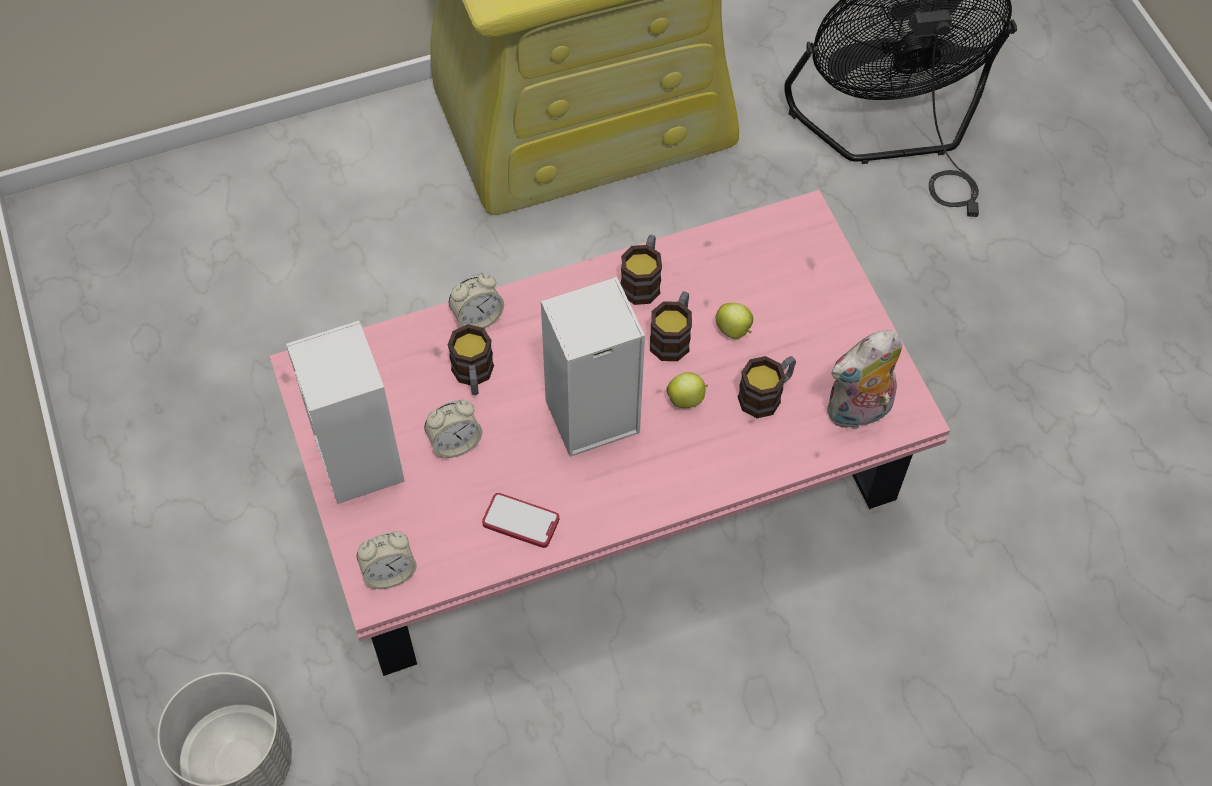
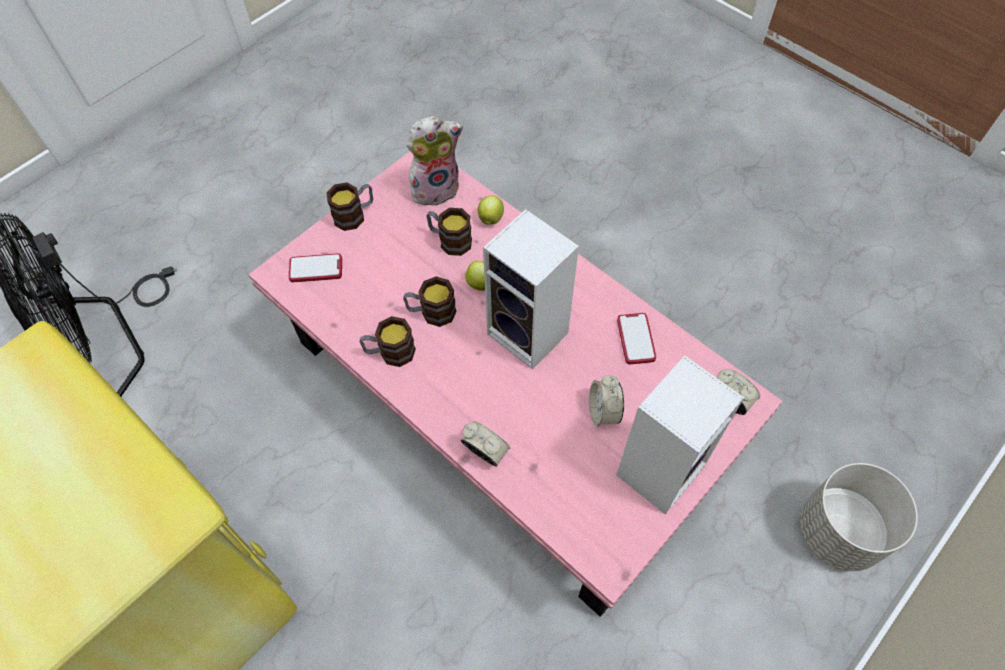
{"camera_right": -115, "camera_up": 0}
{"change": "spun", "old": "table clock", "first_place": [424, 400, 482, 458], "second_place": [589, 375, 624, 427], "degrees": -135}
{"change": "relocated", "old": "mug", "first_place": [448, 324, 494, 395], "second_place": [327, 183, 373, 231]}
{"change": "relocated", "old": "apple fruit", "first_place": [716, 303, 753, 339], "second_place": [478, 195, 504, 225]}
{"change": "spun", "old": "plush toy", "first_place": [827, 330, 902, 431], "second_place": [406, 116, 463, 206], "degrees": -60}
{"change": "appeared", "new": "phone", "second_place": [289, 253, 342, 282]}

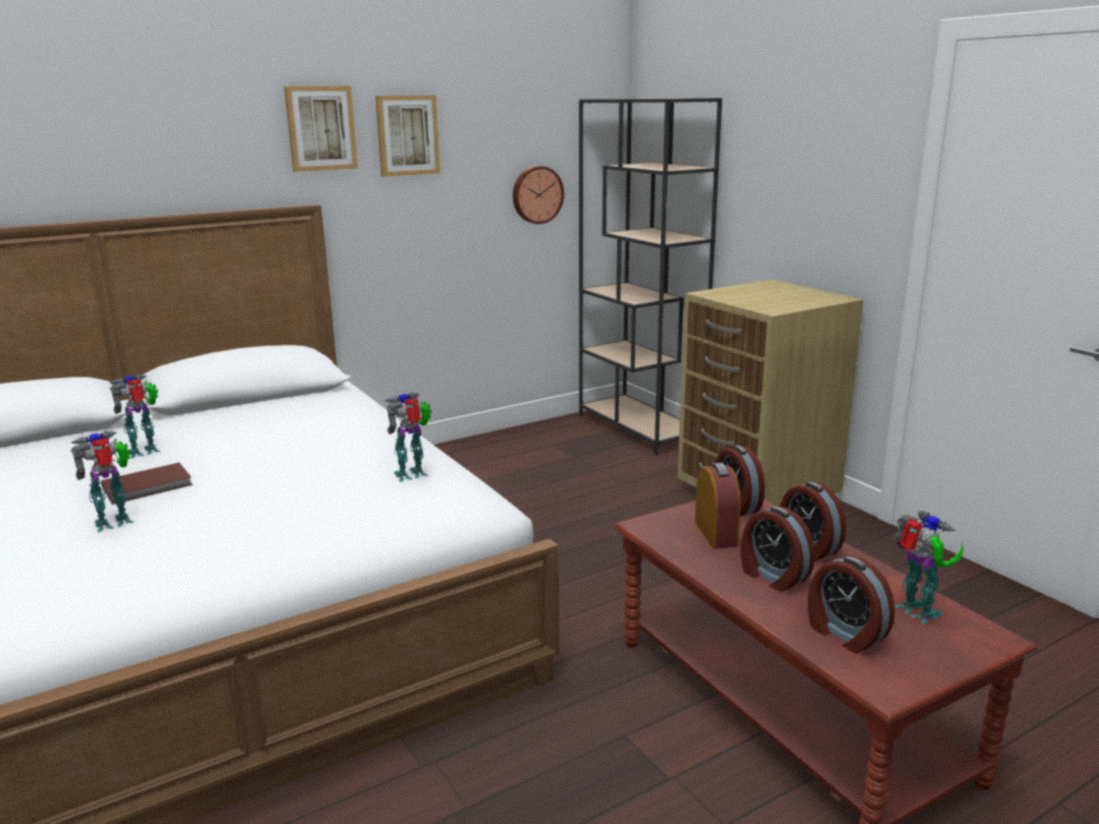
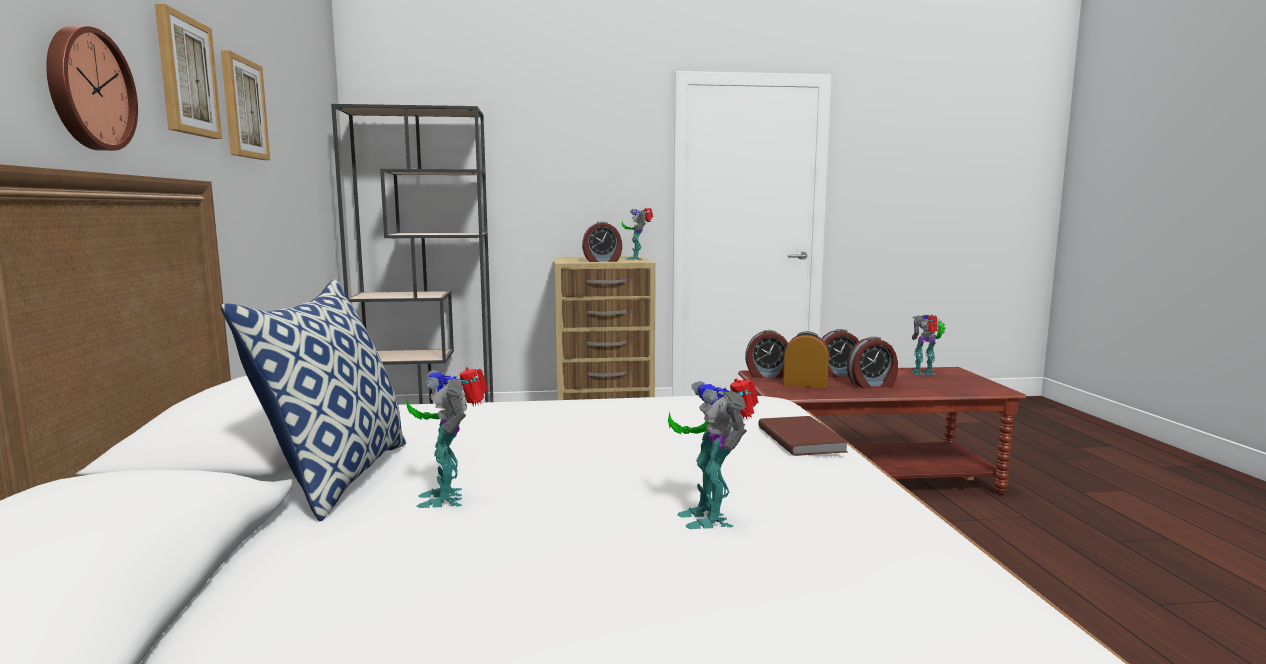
{"camera_right": -65, "camera_up": -10}
{"change": "relocated", "old": "bound book (brown)", "first_place": [101, 463, 193, 505], "second_place": [758, 416, 848, 456]}
{"change": "relocated", "old": "robot figure", "first_place": [385, 392, 432, 482], "second_place": [622, 208, 653, 260]}
{"change": "relocated", "old": "wall clock", "first_place": [513, 166, 564, 224], "second_place": [46, 26, 138, 151]}
{"change": "relocated", "old": "table clock", "first_place": [808, 555, 895, 653], "second_place": [582, 221, 622, 262]}
{"change": "appeared", "new": "pillow", "second_place": [221, 279, 406, 521]}

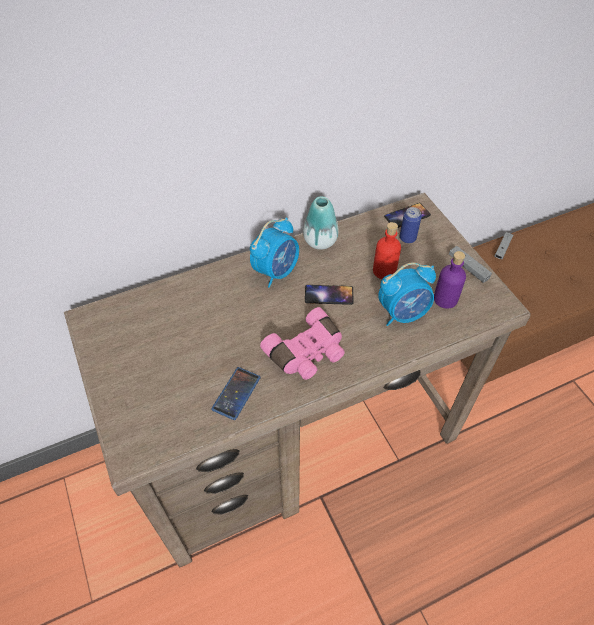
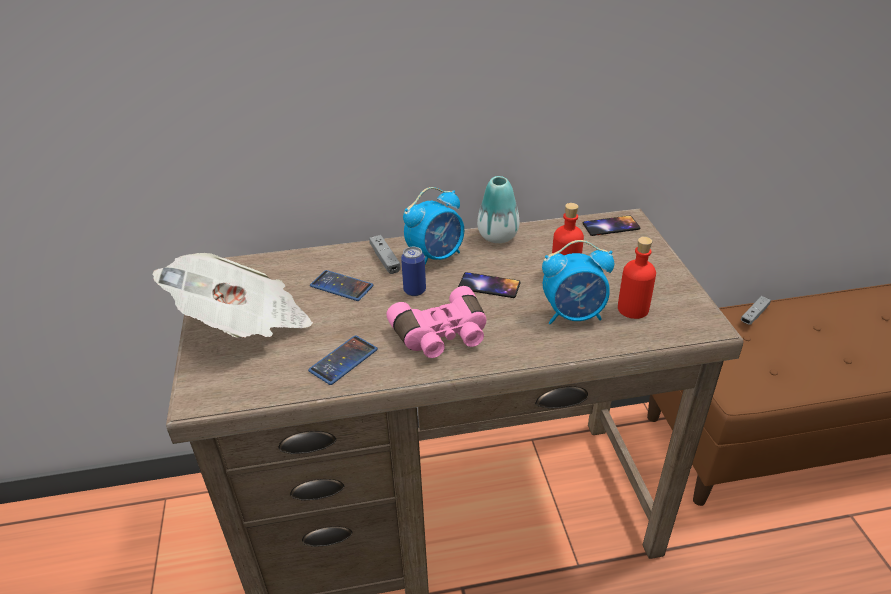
{"camera_right": 15, "camera_up": -15}
{"change": "relocated", "old": "metal can", "first_place": [400, 207, 422, 243], "second_place": [401, 247, 426, 296]}
{"change": "colour", "old": "drink bottle (purple)", "new": "drink bottle (red-coloured)", "first_place": [434, 251, 466, 309], "second_place": [618, 237, 656, 319]}
{"change": "relocated", "old": "joypad (greyish)", "first_place": [449, 246, 492, 283], "second_place": [369, 235, 400, 274]}
{"change": "appeared", "new": "printed paper", "second_place": [153, 253, 313, 338]}
{"change": "appeared", "new": "phone", "second_place": [310, 270, 373, 301]}

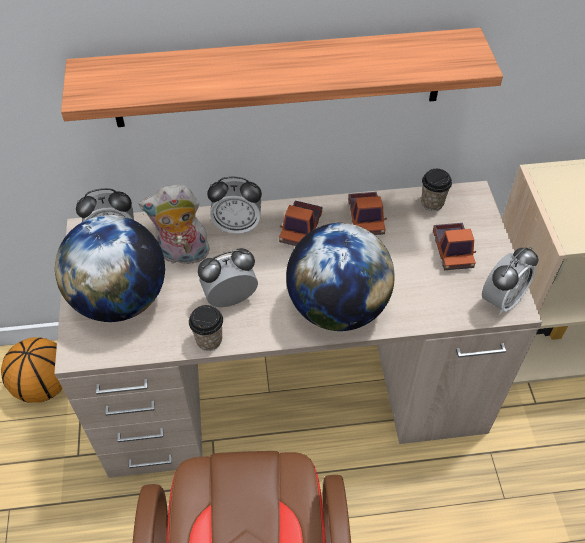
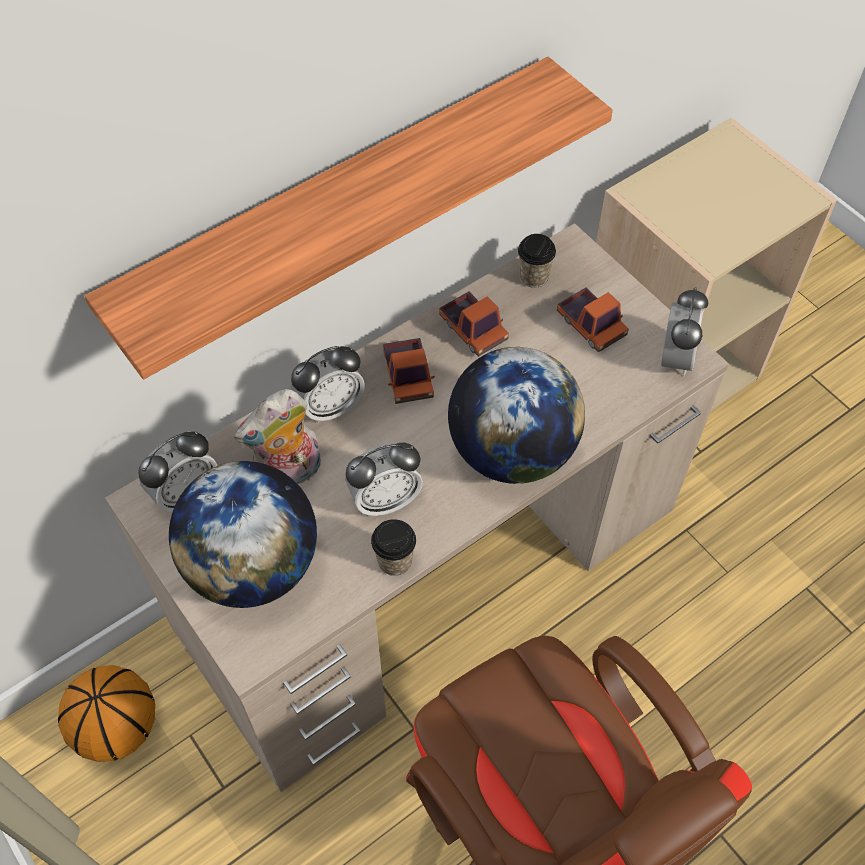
{"camera_right": -30, "camera_up": 5}
{"change": "spun", "old": "table clock", "first_place": [198, 248, 258, 307], "second_place": [345, 442, 423, 517], "degrees": -150}

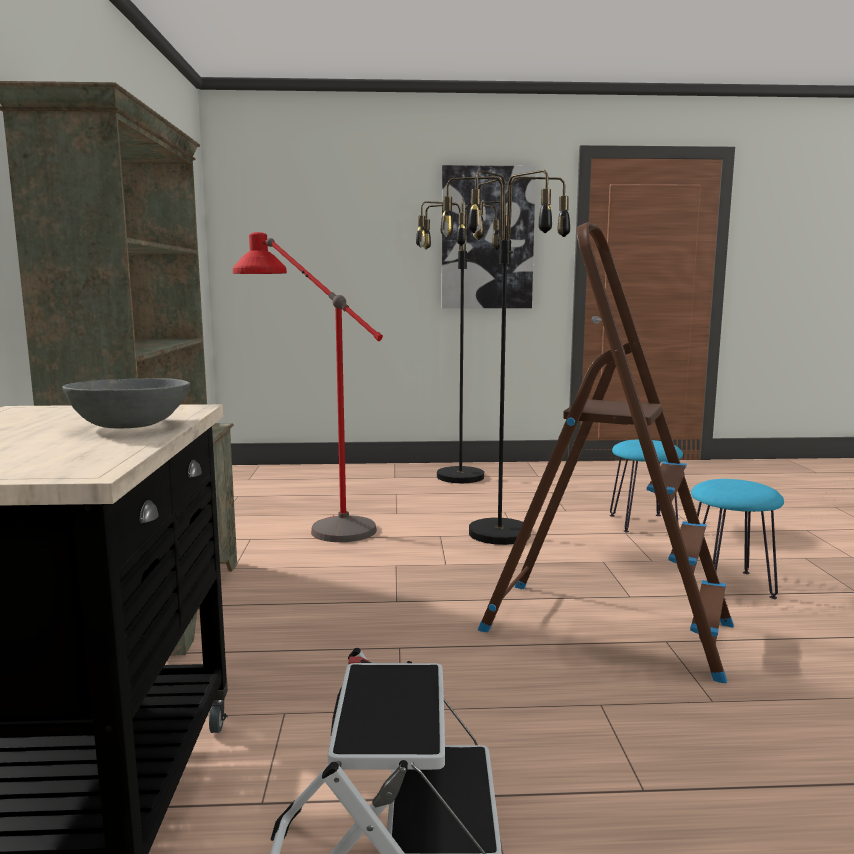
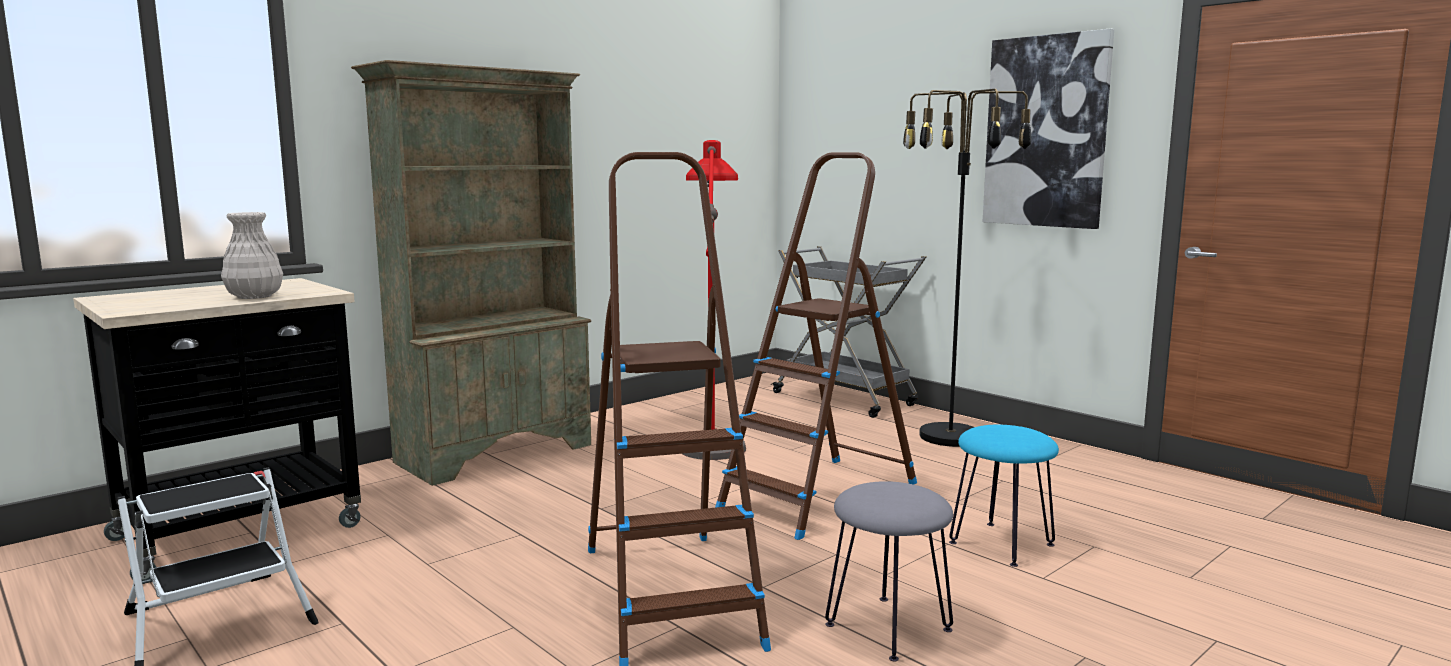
{"camera_right": 50, "camera_up": 0}
{"change": "exchanged", "old": "serving bowl (greyish)", "new": "vase (white-coloured)", "first_place": [62, 378, 190, 429], "second_place": [221, 212, 283, 299]}
{"change": "exchanged", "old": "standard lamp", "new": "step ladder (brown)", "first_place": [441, 170, 570, 545], "second_place": [715, 152, 917, 540]}
{"change": "colour", "old": "stool (turquoise)", "new": "stool (greyish)", "first_place": [691, 479, 784, 599], "second_place": [825, 481, 953, 662]}
{"change": "appeared", "new": "trolley (greyish)", "second_place": [770, 246, 927, 418]}

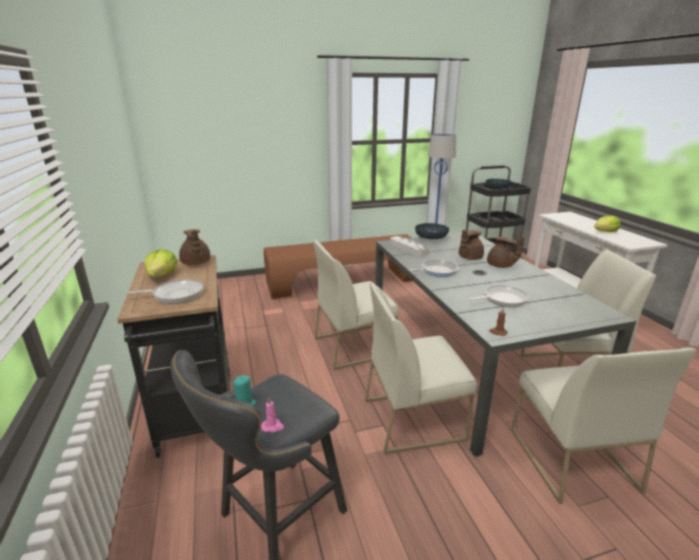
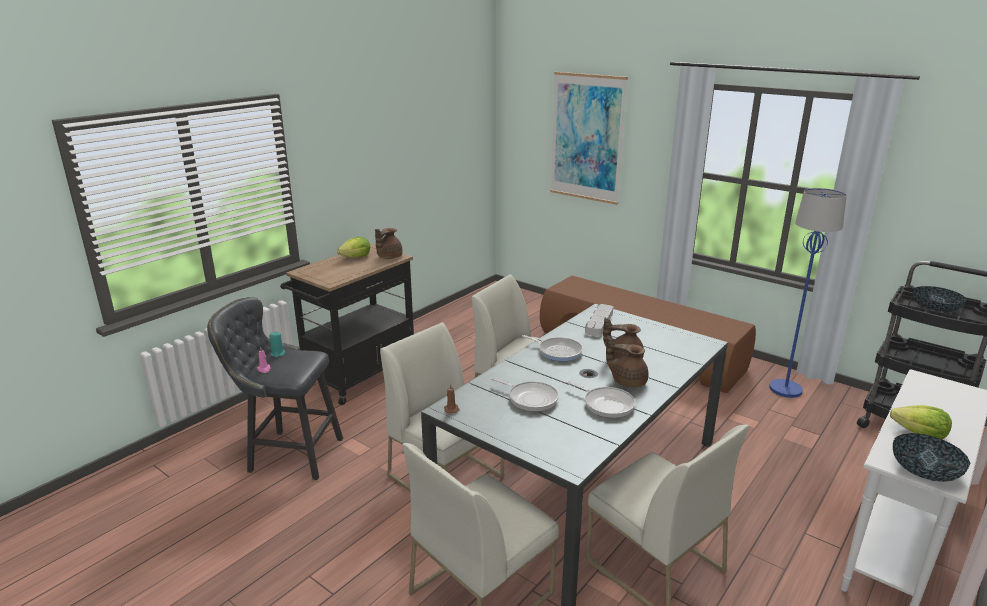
{"camera_right": 55, "camera_up": 0}
{"change": "relocated", "old": "skillet", "first_place": [124, 279, 204, 304], "second_place": [566, 381, 635, 418]}
{"change": "relocated", "old": "serving bowl", "first_place": [415, 223, 449, 239], "second_place": [893, 433, 970, 482]}
{"change": "spun", "old": "tea pot (brown)", "first_place": [487, 237, 525, 268], "second_place": [606, 335, 648, 388], "degrees": 105}
{"change": "appeared", "new": "wall picture", "second_place": [550, 72, 628, 205]}

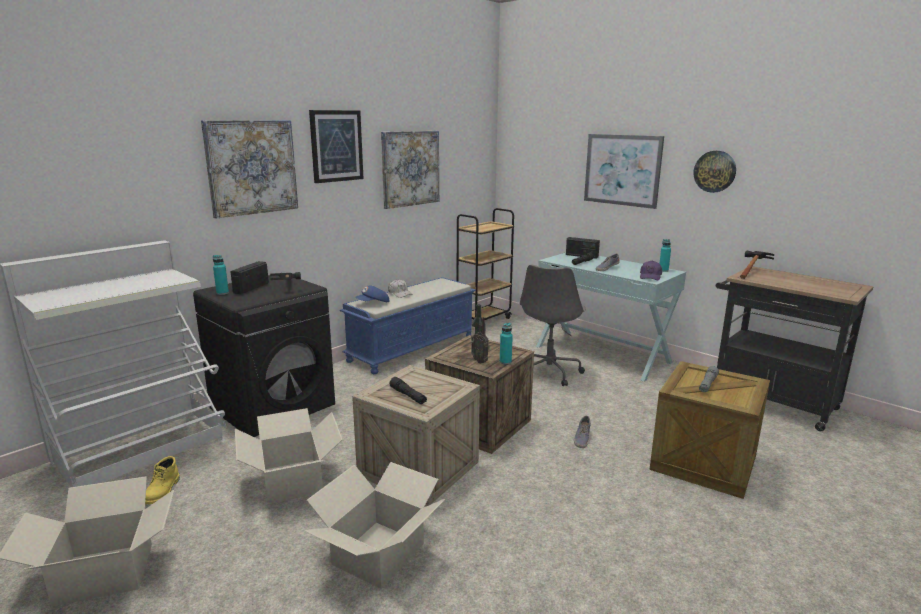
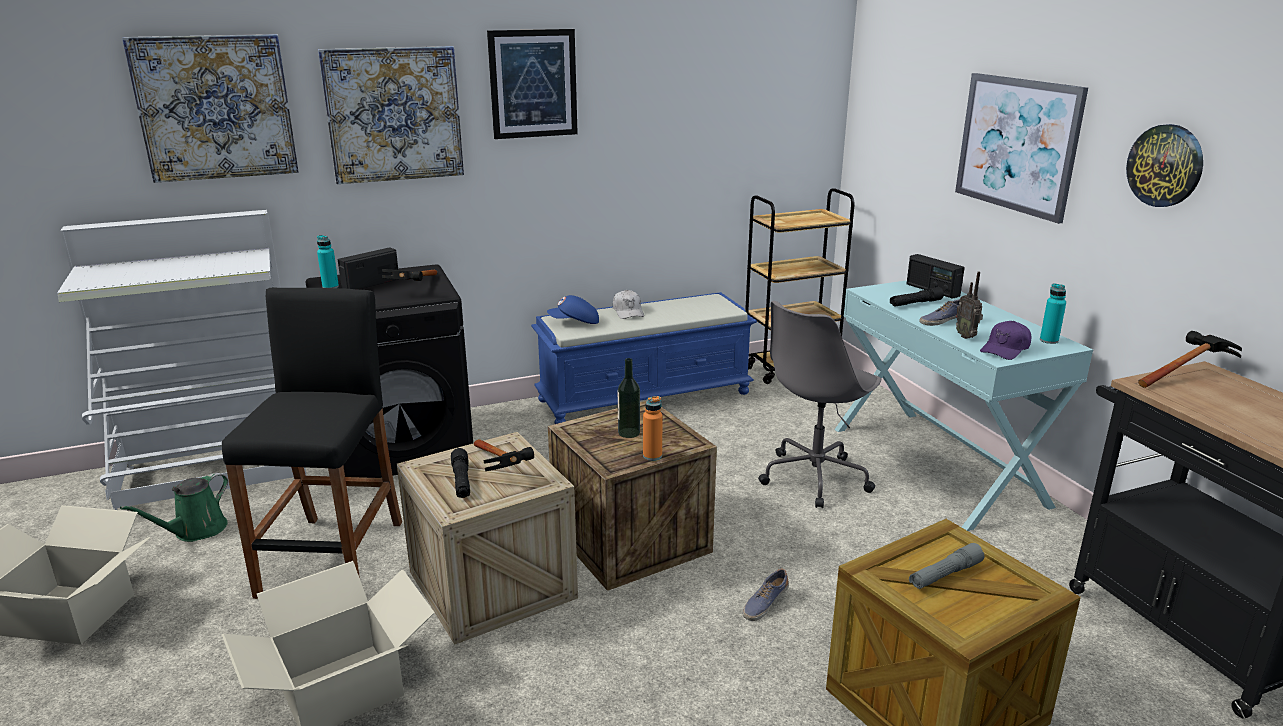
{"camera_right": 25, "camera_up": 5}
{"change": "exchanged", "old": "high-top boot (yellow)", "new": "watering can (green)", "first_place": [145, 456, 180, 505], "second_place": [120, 473, 228, 542]}
{"change": "exchanged", "old": "packing box", "new": "stool (blackish)", "first_place": [235, 408, 343, 504], "second_place": [222, 288, 402, 599]}
{"change": "relocated", "old": "wall picture", "first_place": [381, 131, 439, 209], "second_place": [122, 34, 299, 183]}
{"change": "relocated", "old": "radio", "first_place": [472, 317, 490, 364], "second_place": [956, 272, 983, 339]}
{"change": "colour", "old": "drink bottle (turquoise)", "new": "drink bottle (orange-coloured)", "first_place": [500, 323, 513, 364], "second_place": [643, 396, 663, 461]}
{"change": "appeared", "new": "tool hammer", "second_place": [474, 439, 534, 471]}

